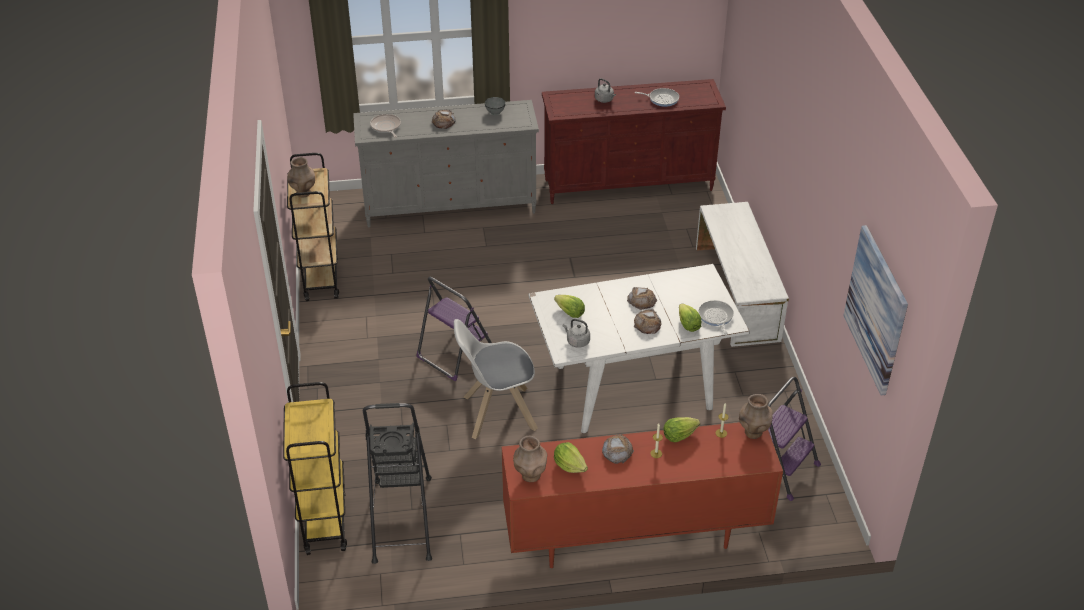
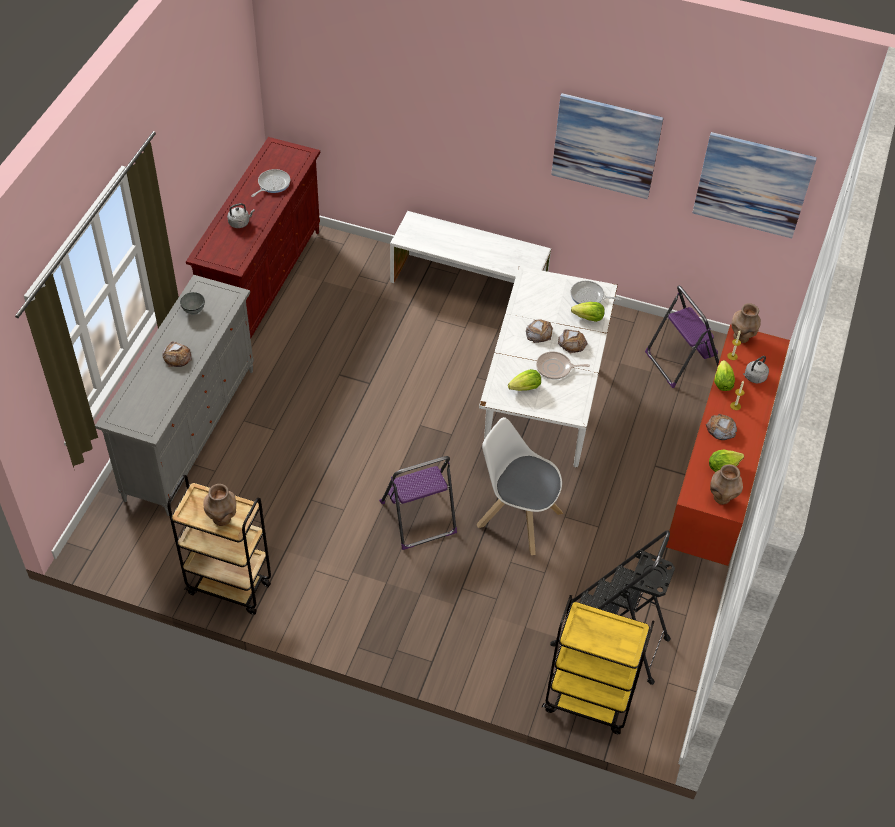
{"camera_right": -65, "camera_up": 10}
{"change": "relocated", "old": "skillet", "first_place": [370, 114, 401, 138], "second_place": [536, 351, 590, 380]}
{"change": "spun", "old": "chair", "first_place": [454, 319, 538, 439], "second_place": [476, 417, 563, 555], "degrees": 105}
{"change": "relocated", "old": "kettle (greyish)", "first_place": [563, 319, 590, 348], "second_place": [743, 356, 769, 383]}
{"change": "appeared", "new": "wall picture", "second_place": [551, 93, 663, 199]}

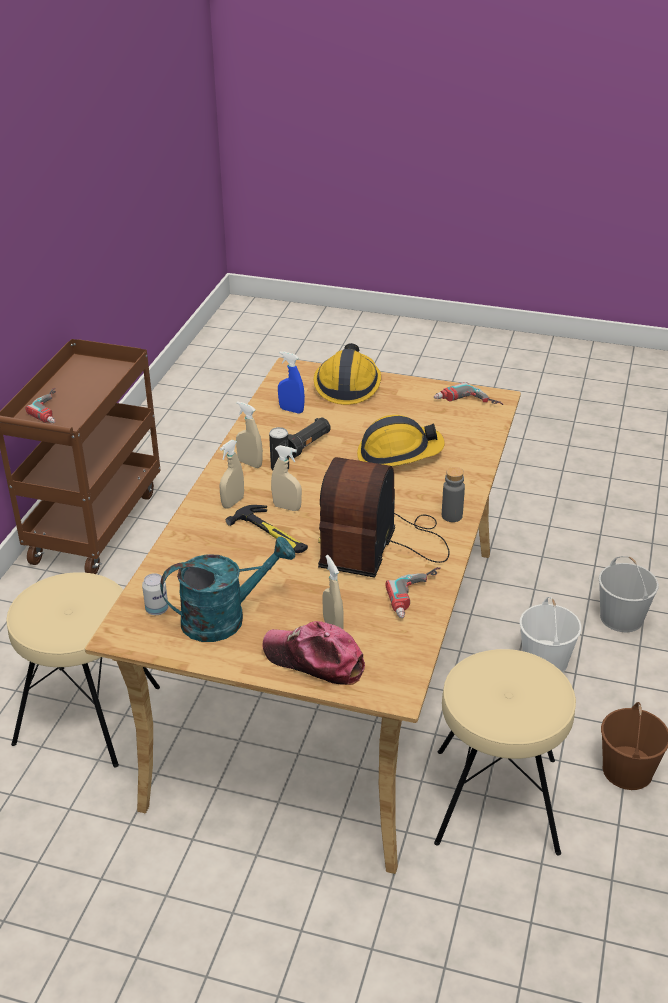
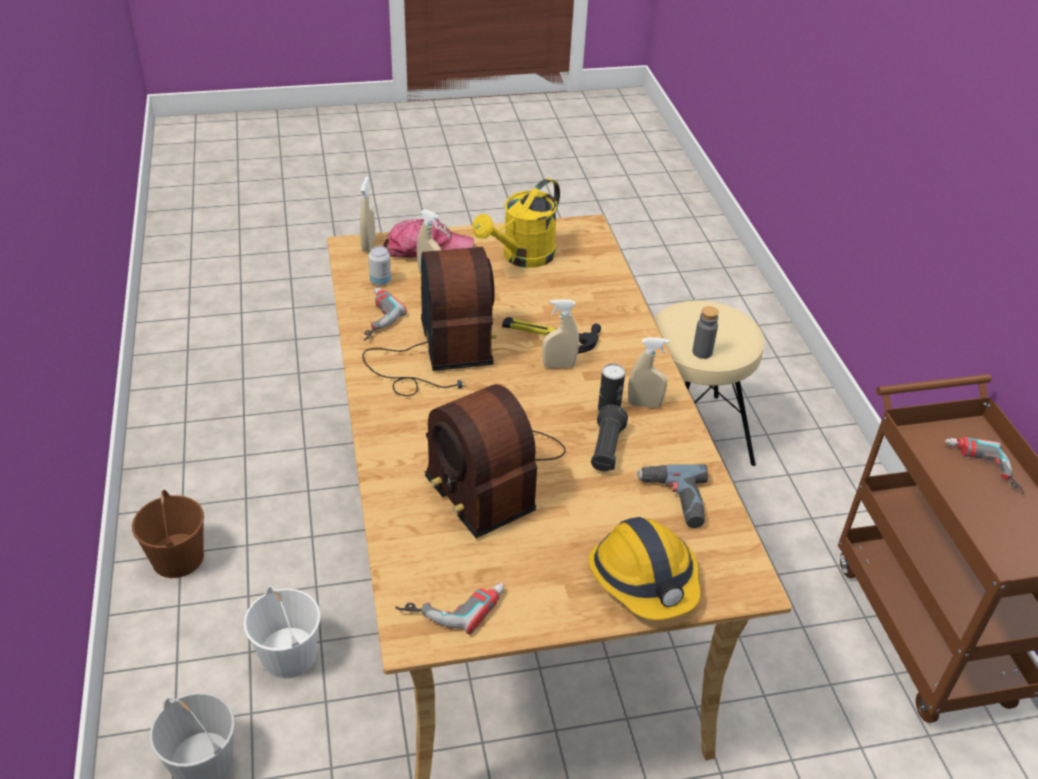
{"camera_right": 150, "camera_up": 5}
{"change": "relocated", "old": "metal can", "first_place": [142, 573, 168, 615], "second_place": [368, 246, 391, 286]}
{"change": "colour", "old": "watering can (turquoise)", "new": "watering can (yellow)", "first_place": [160, 537, 295, 642], "second_place": [472, 178, 560, 268]}
{"change": "relocated", "old": "hand sprayer (beige)", "first_place": [220, 440, 244, 509], "second_place": [360, 176, 375, 252]}
{"change": "exchanged", "old": "hand sprayer (blue-coloured)", "new": "electric drill", "first_place": [278, 351, 305, 414], "second_place": [637, 464, 708, 528]}
{"change": "exchanged", "old": "safety helmet", "new": "radio", "first_place": [357, 415, 445, 467], "second_place": [425, 384, 566, 538]}
{"change": "missing", "old": "stool (beige)", "first_place": [434, 649, 576, 856]}
{"change": "relocated", "old": "drink bottle (greyish)", "first_place": [442, 467, 465, 522], "second_place": [692, 306, 719, 359]}

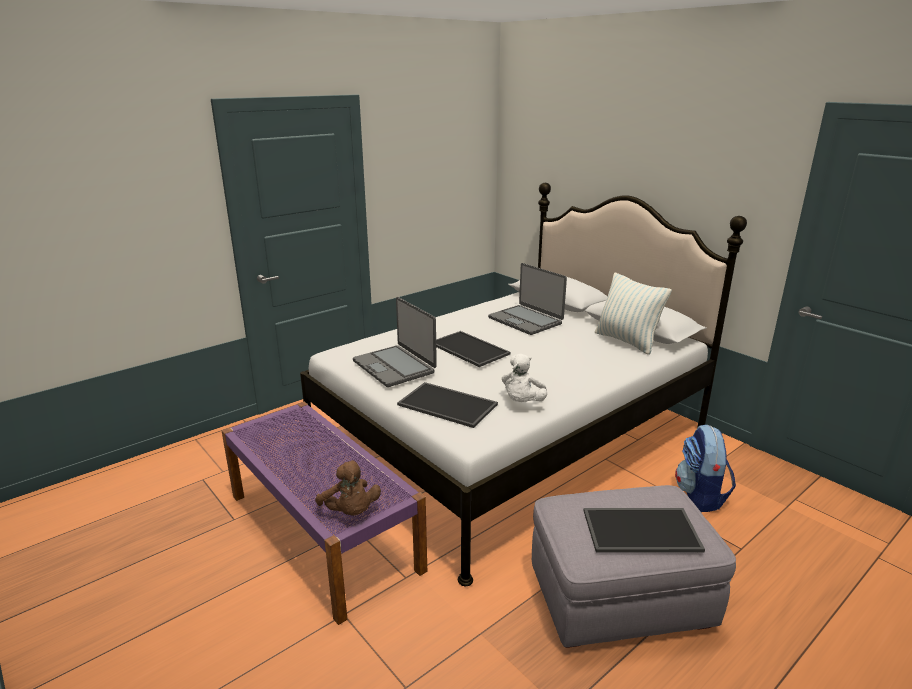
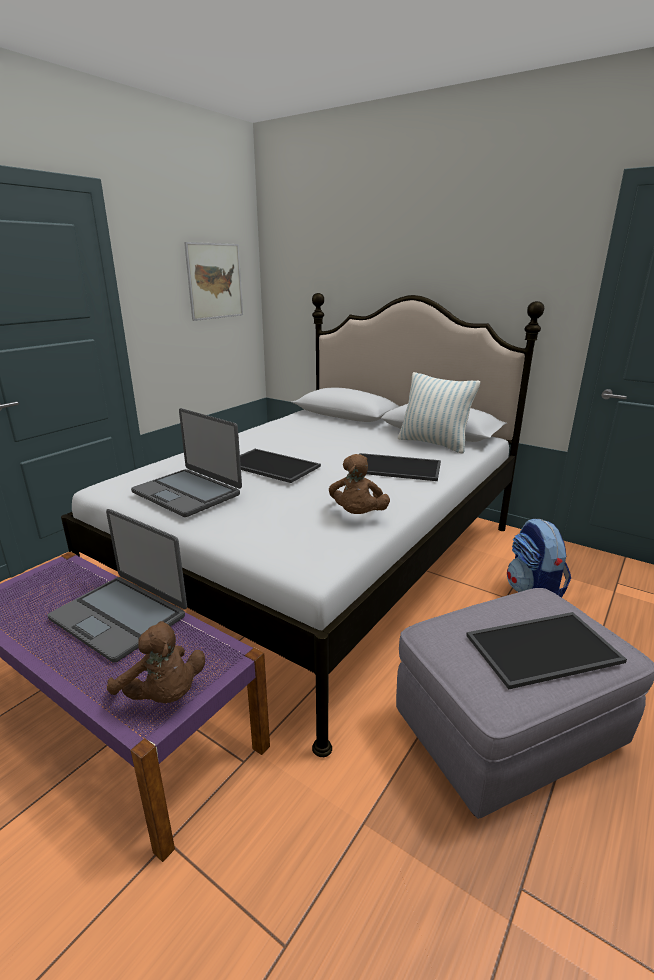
{"camera_right": -15, "camera_up": 0}
{"change": "relocated", "old": "carrying tray", "first_place": [397, 382, 498, 428], "second_place": [360, 453, 441, 481]}
{"change": "relocated", "old": "notebook computer", "first_place": [488, 263, 567, 335], "second_place": [48, 509, 187, 663]}
{"change": "colour", "old": "plush toy (white-coloured)", "new": "plush toy (brown)", "first_place": [501, 354, 547, 402], "second_place": [329, 454, 390, 514]}
{"change": "appeared", "new": "wall picture", "second_place": [184, 242, 243, 321]}

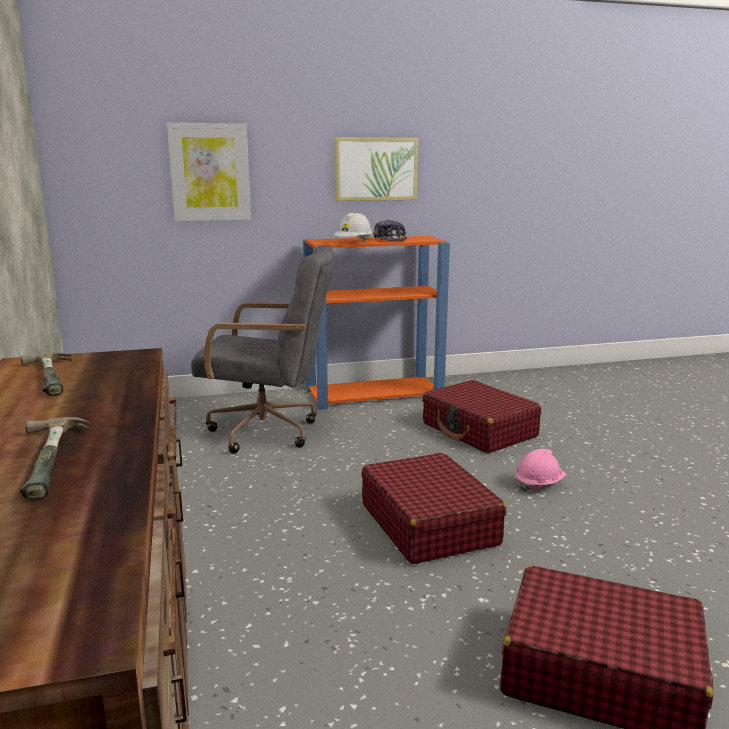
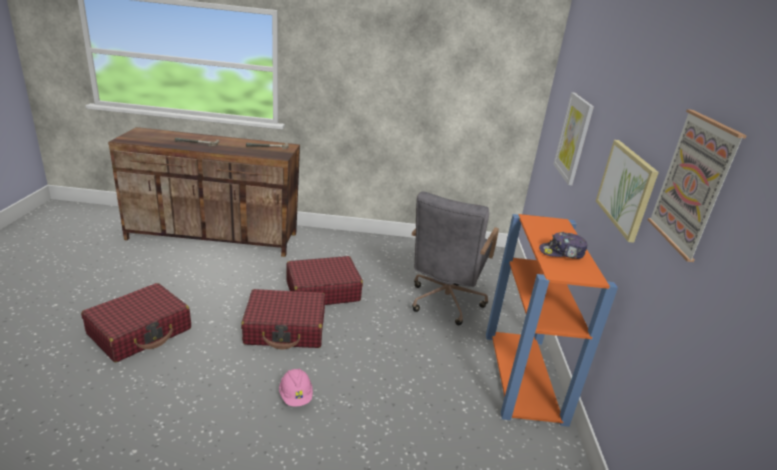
{"camera_right": 105, "camera_up": 10}
{"change": "missing", "old": "safety helmet (white-coloured)", "first_place": [334, 213, 373, 241]}
{"change": "relocated", "old": "suitcase (red-coloured)", "first_place": [423, 380, 541, 453], "second_place": [286, 256, 363, 305]}
{"change": "appeared", "new": "wall picture", "second_place": [648, 109, 747, 262]}

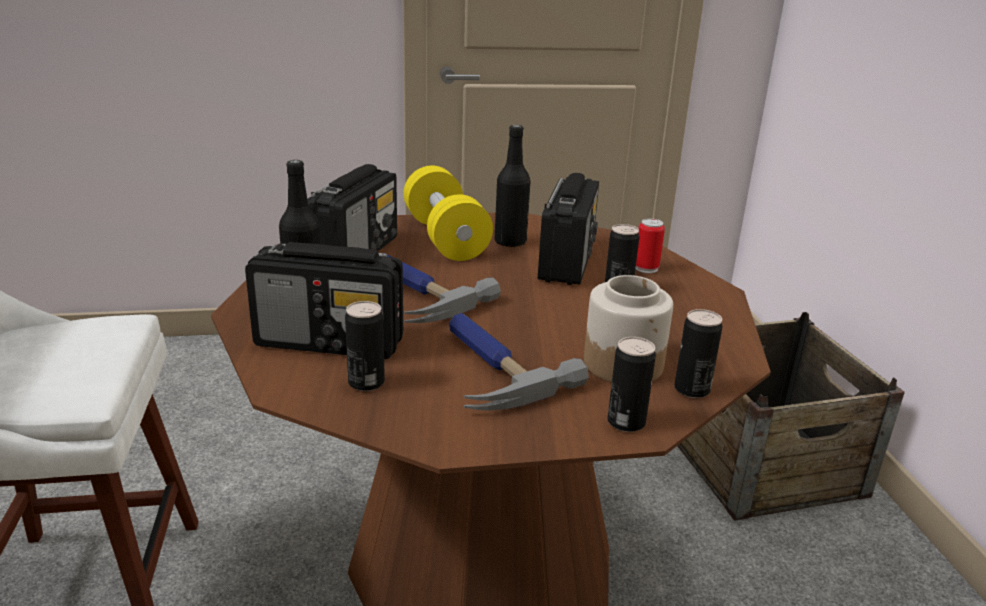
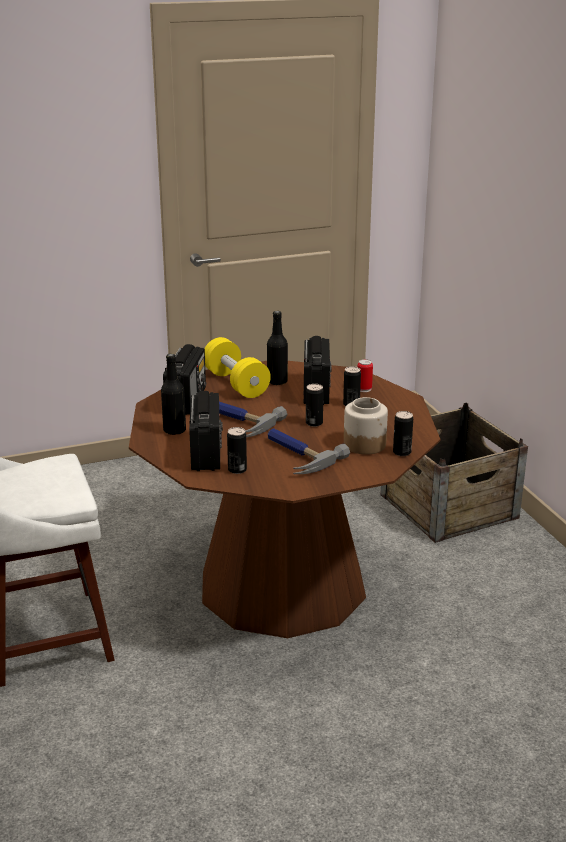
{"camera_right": -10, "camera_up": 0}
{"change": "spun", "old": "radio", "first_place": [245, 242, 403, 359], "second_place": [189, 391, 223, 471], "degrees": -90}
{"change": "relocated", "old": "metal can", "first_place": [607, 337, 656, 432], "second_place": [306, 384, 324, 427]}

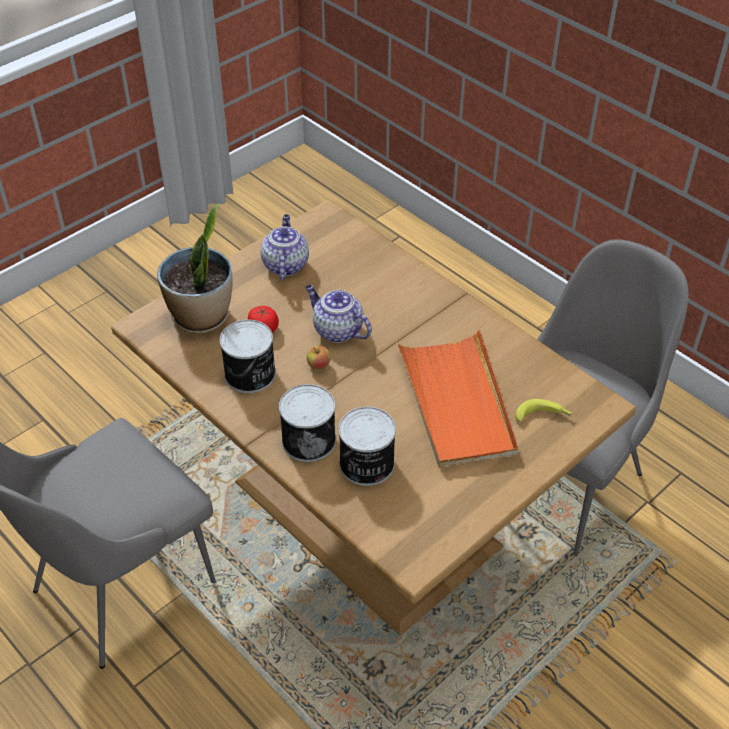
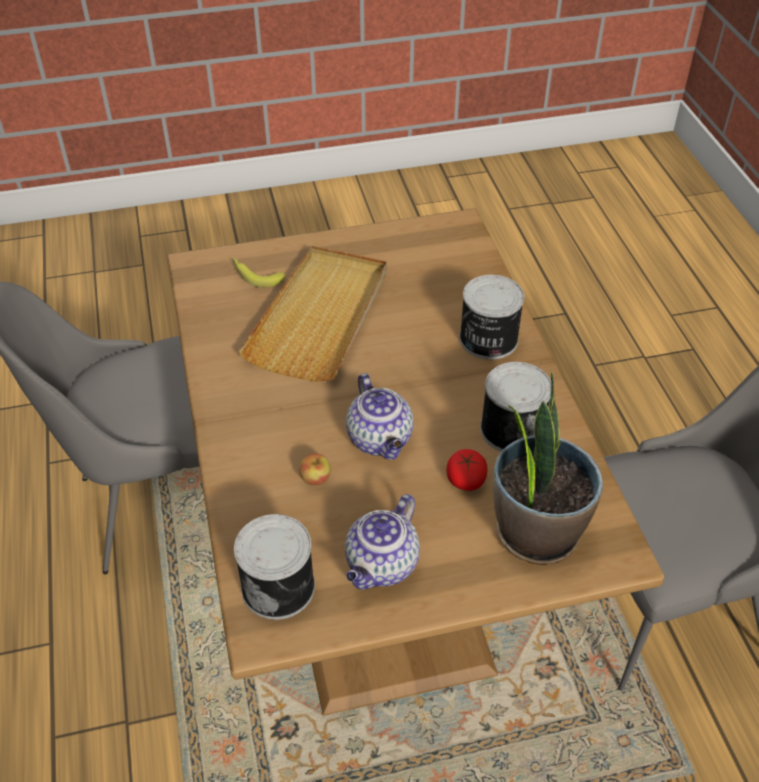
{"camera_right": -150, "camera_up": 0}
{"change": "relocated", "old": "apple fruit", "first_place": [307, 345, 330, 370], "second_place": [299, 454, 331, 485]}
{"change": "relocated", "old": "metal can", "first_place": [339, 407, 396, 486], "second_place": [234, 514, 315, 620]}
{"change": "colour", "old": "carrying tray (orange-coloured)", "new": "carrying tray (beige)", "first_place": [396, 330, 518, 467], "second_place": [238, 246, 387, 382]}

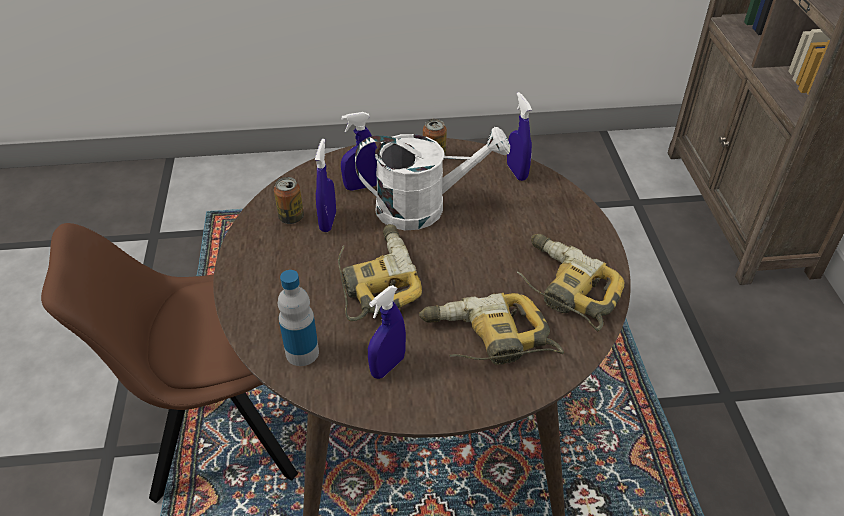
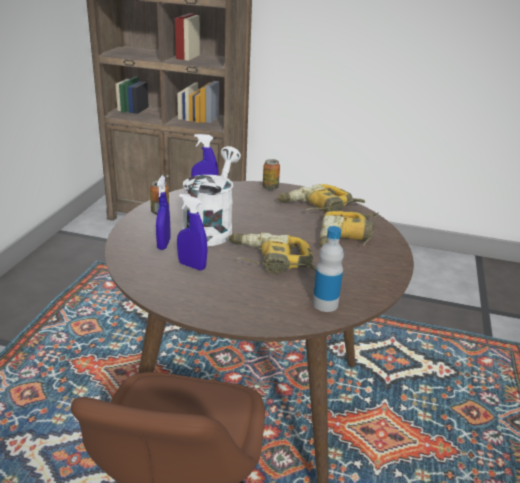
{"camera_right": -70, "camera_up": -15}
{"change": "relocated", "old": "metal can", "first_place": [274, 177, 304, 224], "second_place": [263, 159, 280, 191]}
{"change": "missing", "old": "hand sprayer (blue-coloured)", "first_place": [368, 285, 406, 379]}

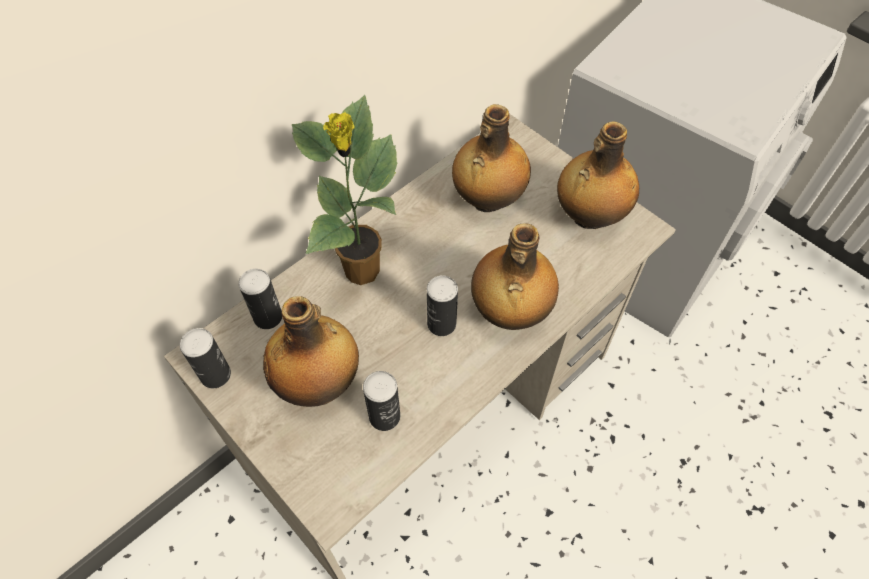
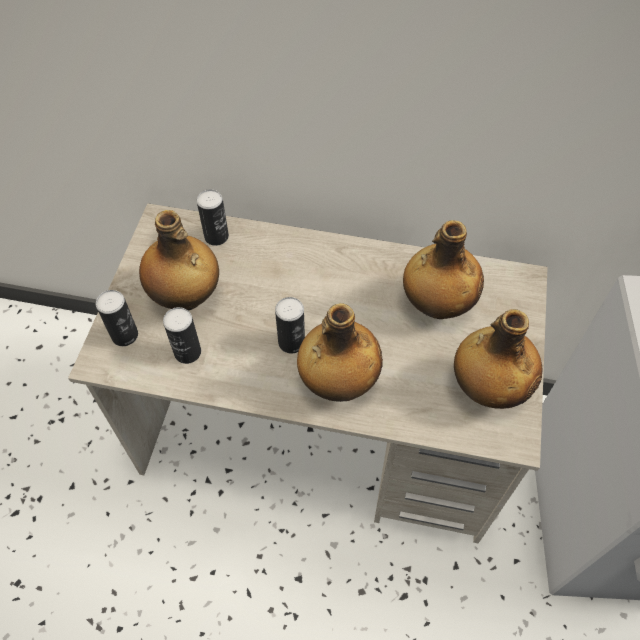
{"camera_right": 55, "camera_up": 0}
{"change": "relocated", "old": "metal can", "first_place": [180, 328, 231, 389], "second_place": [96, 290, 138, 346]}
{"change": "missing", "old": "houseplant", "first_place": [291, 95, 398, 285]}

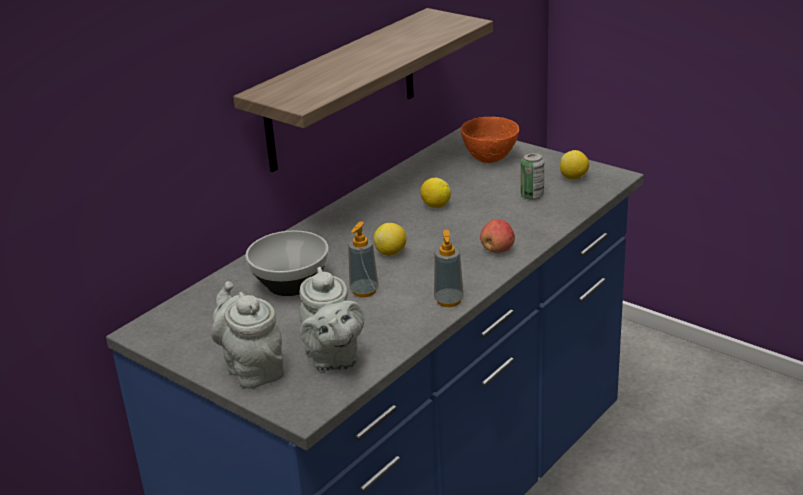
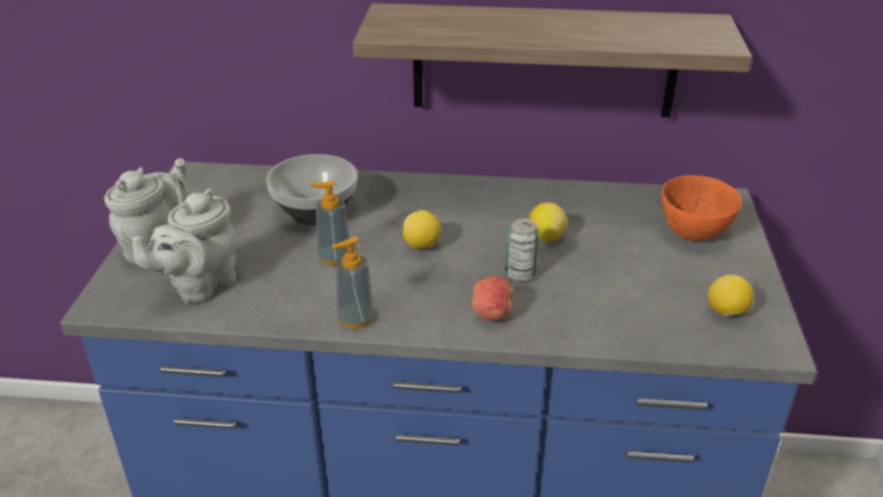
{"camera_right": 55, "camera_up": 5}
{"change": "relocated", "old": "metal can", "first_place": [521, 152, 544, 200], "second_place": [505, 218, 539, 281]}

